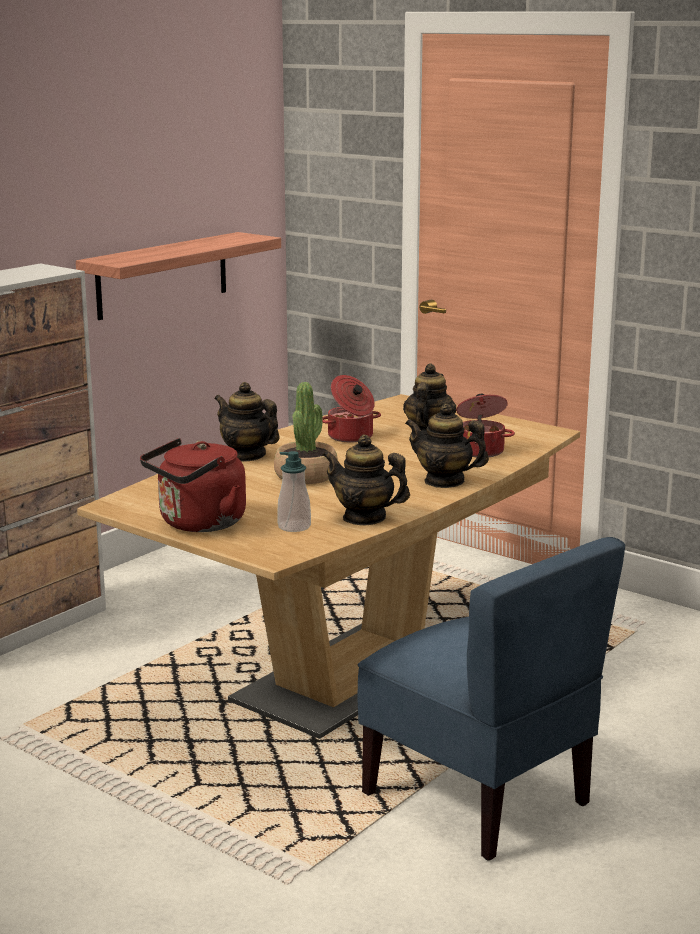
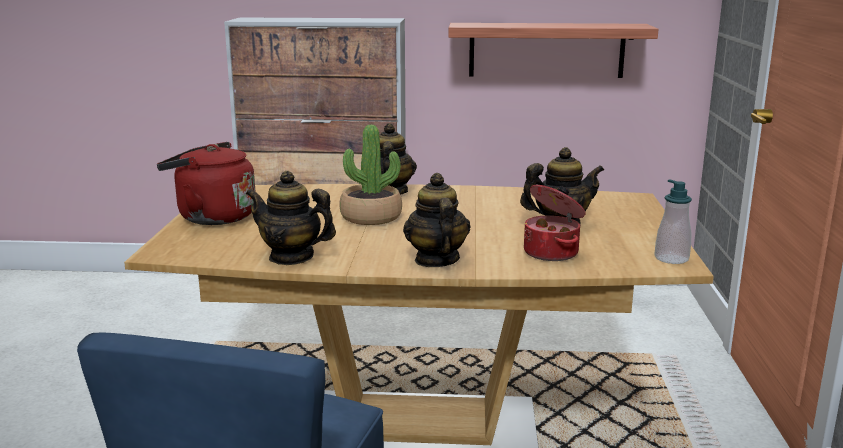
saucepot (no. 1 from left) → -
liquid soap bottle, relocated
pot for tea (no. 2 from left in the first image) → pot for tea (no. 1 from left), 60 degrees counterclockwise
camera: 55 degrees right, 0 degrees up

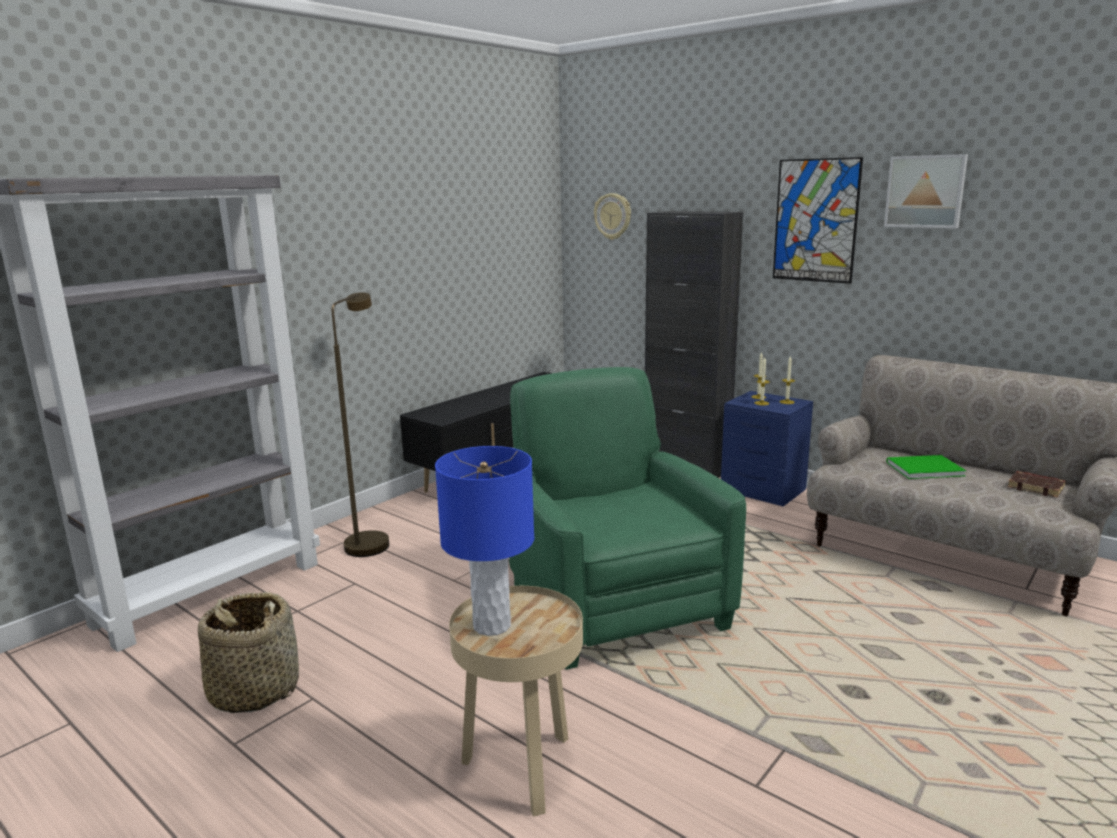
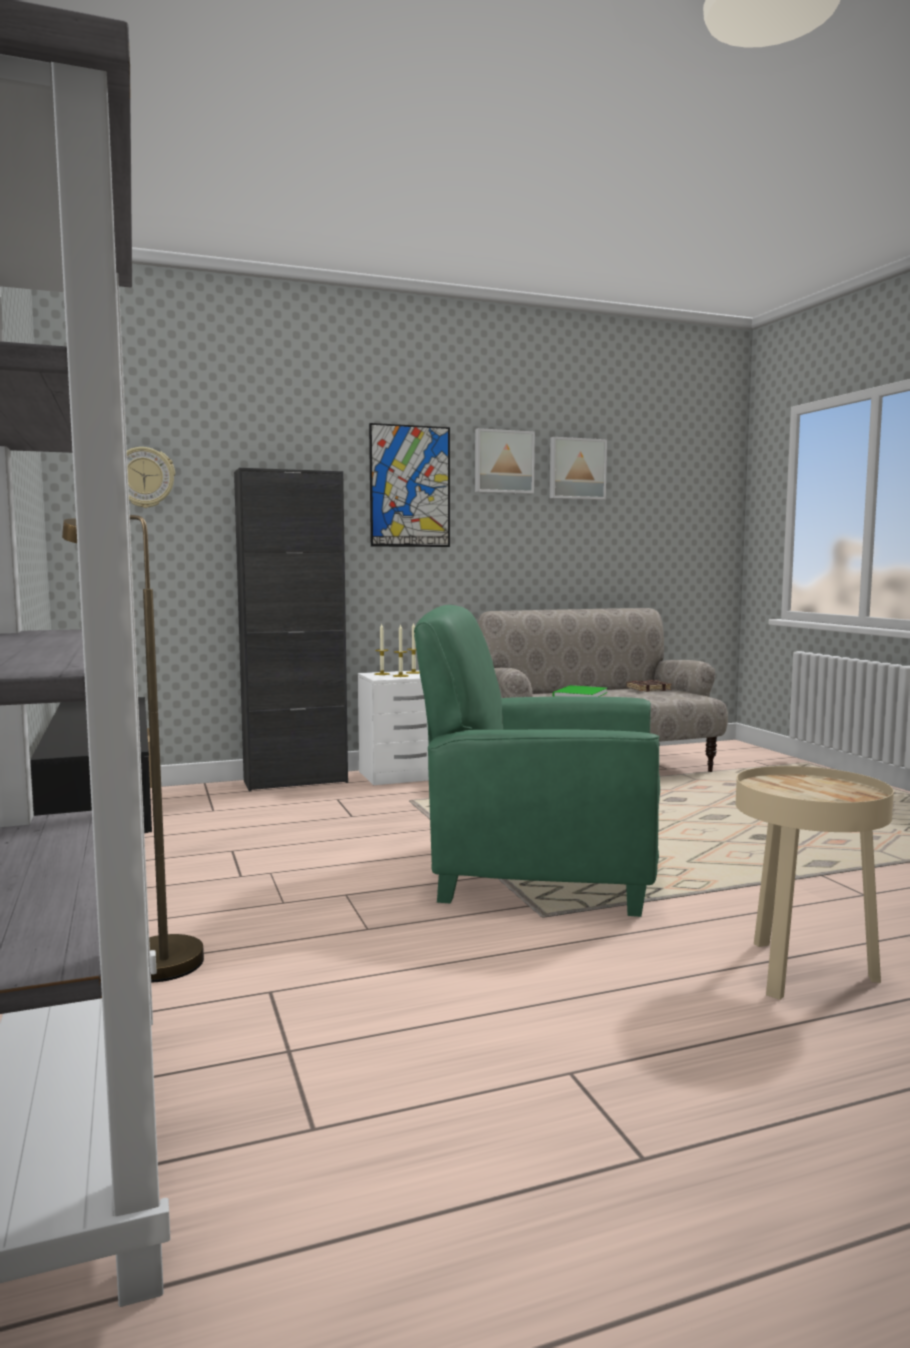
basket → -
bluish table lamp → -
- → picture (no. 3 from left)
bluish bedside table → white bedside table
camera: 60 degrees left, 10 degrees down

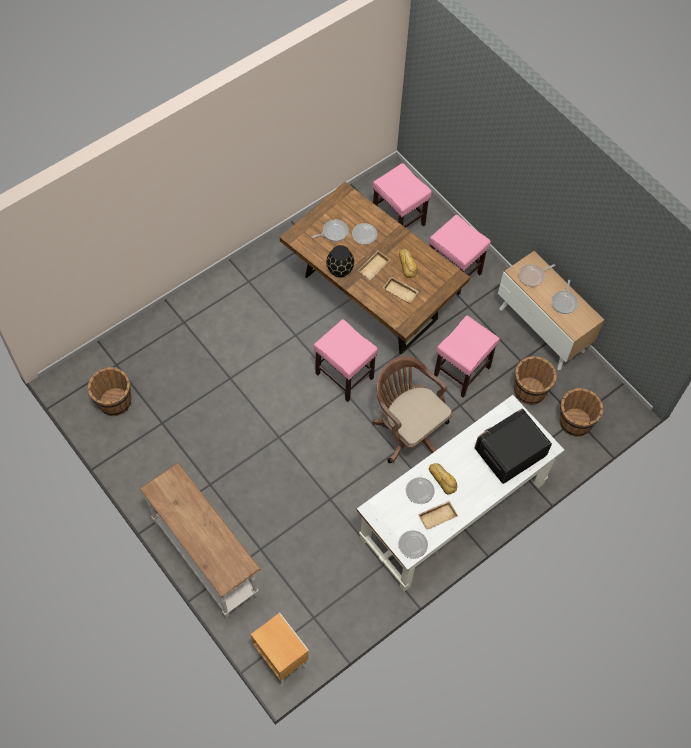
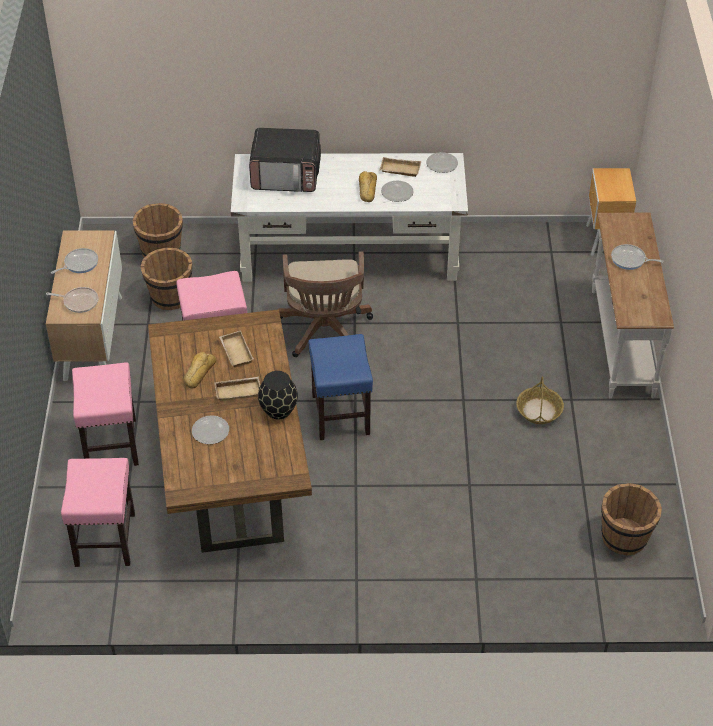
- → basket
frying pan (no. 1 from left in the first image) → frying pan (no. 3 from left), relocated
pink stool seat (no. 1 from left) → bluish stool seat
camera: 140 degrees left, 15 degrees down

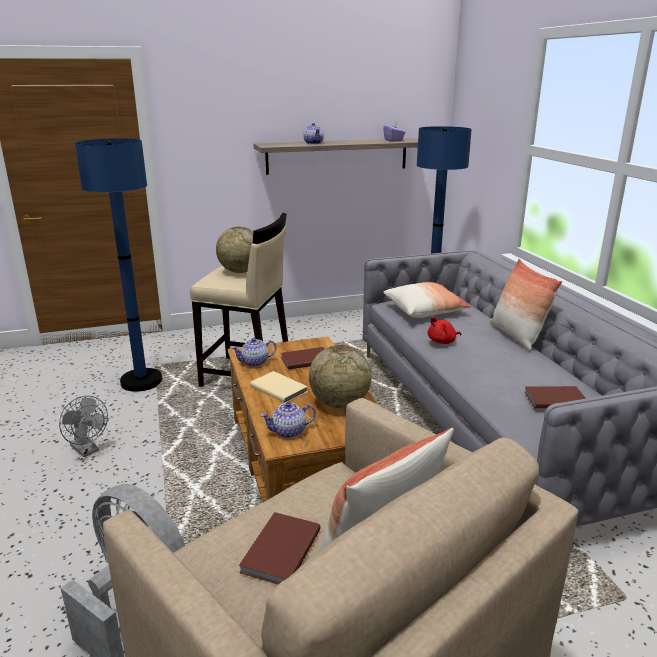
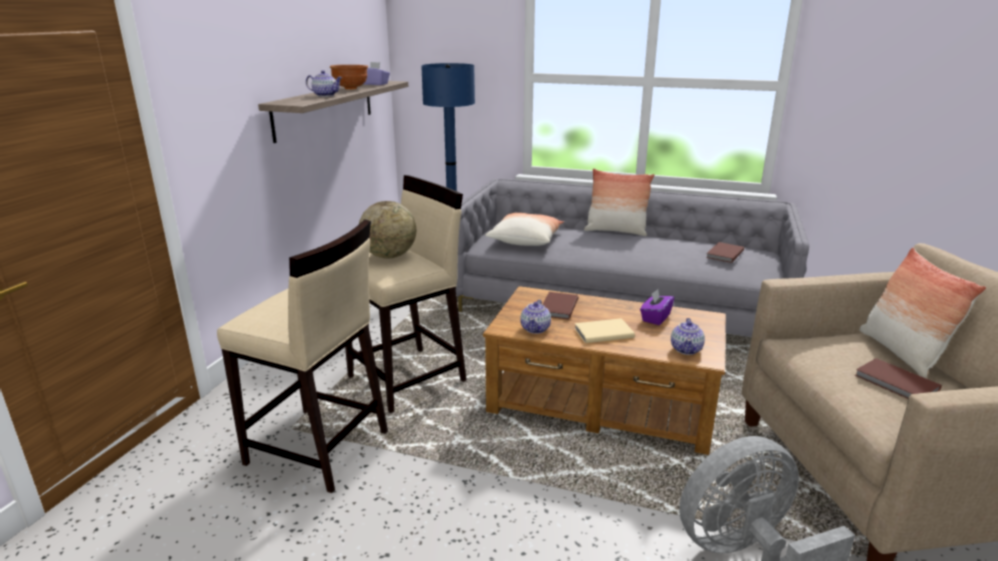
gray cooling fan (no. 1 from left) → -
red plush toy → -
- → brown bowl
bluish standing lamp (no. 1 from left) → sand-coloured stool seat (no. 1 from left)
desk globe (no. 2 from left) → purple-coloured tissue holder (no. 2 from left)
camera: 55 degrees left, 0 degrees up

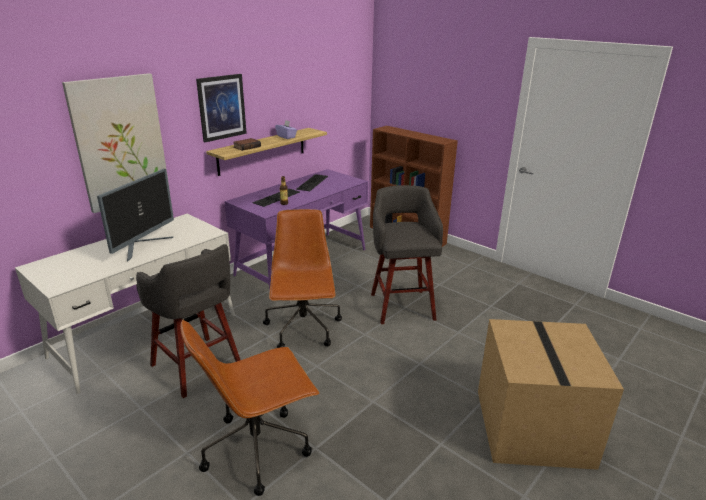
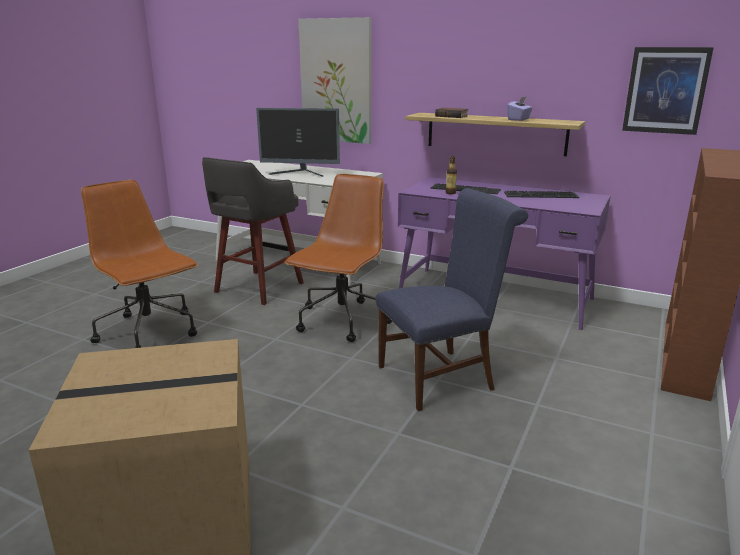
picture (no. 2 from left), relocated
gray stool seat (no. 2 from left) → bluish chair
brown office chair (no. 2 from left), 45 degrees counterclockwise
camera: 75 degrees right, 5 degrees down

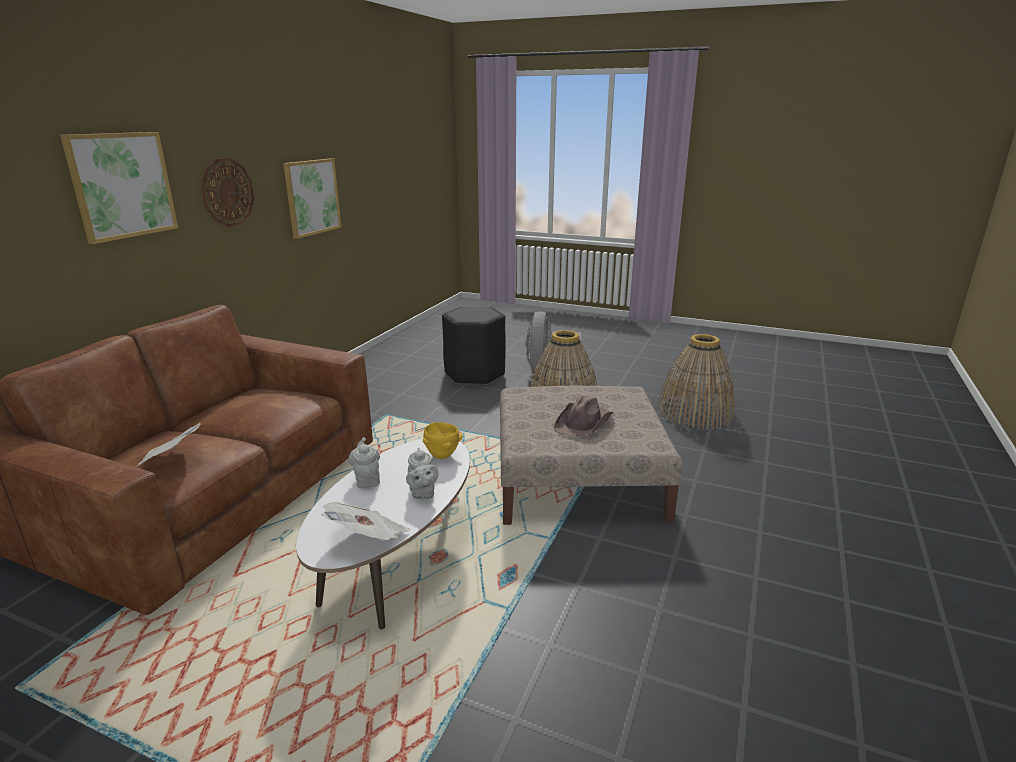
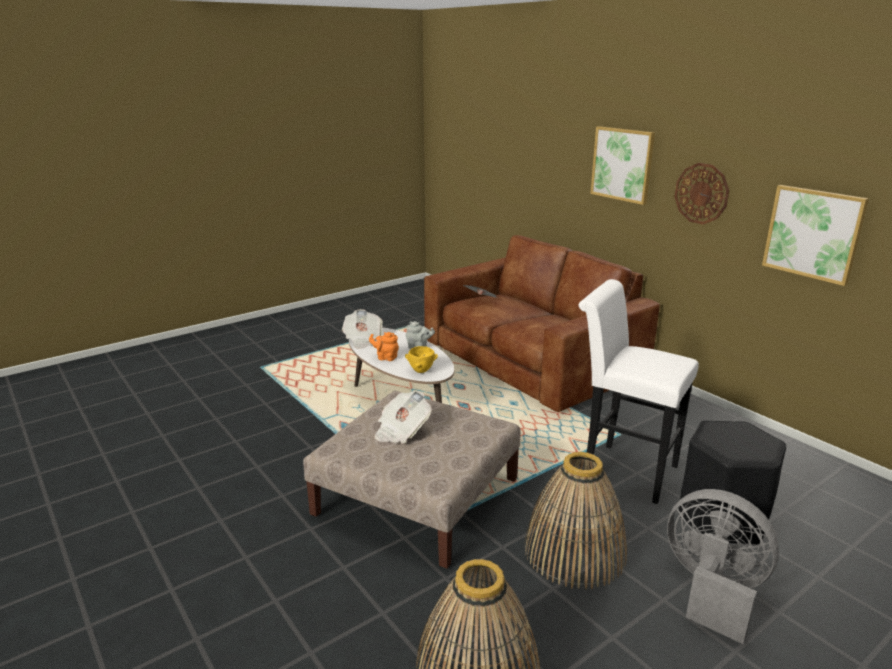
- → white stool seat
brown clothing hat → daily paper (no. 2 from left)
gray pot for tea (no. 2 from left) → orangey pot for tea
camera: 120 degrees right, 0 degrees up

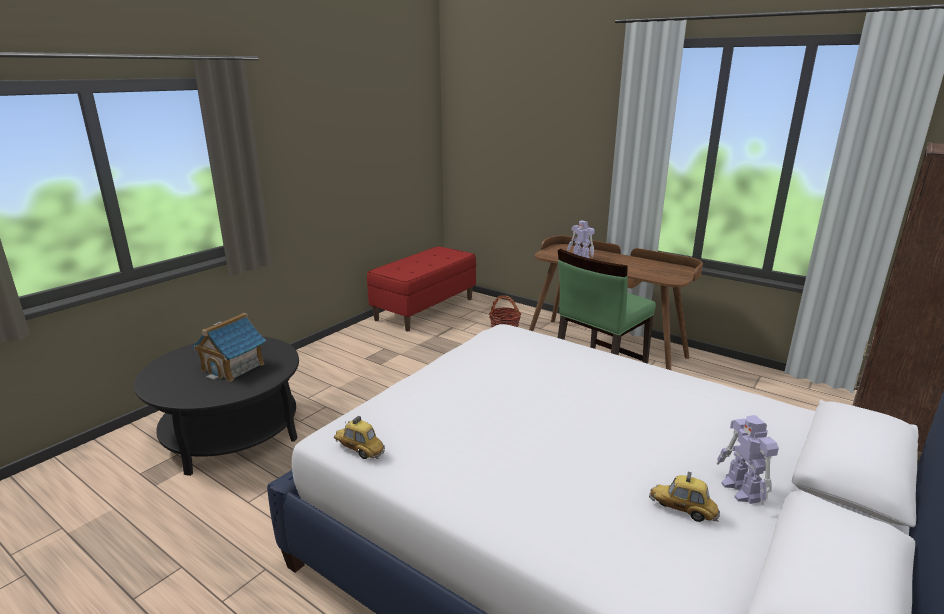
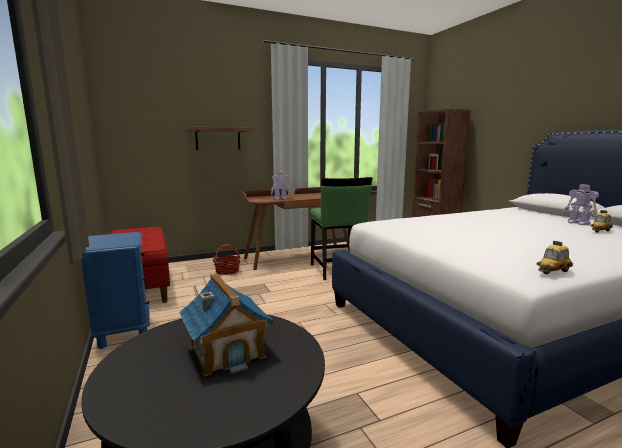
- → bluish bedside table
- → brown bracket shelf
model robot (no. 2 from left), 45 degrees clockwise
camera: 60 degrees left, 10 degrees down

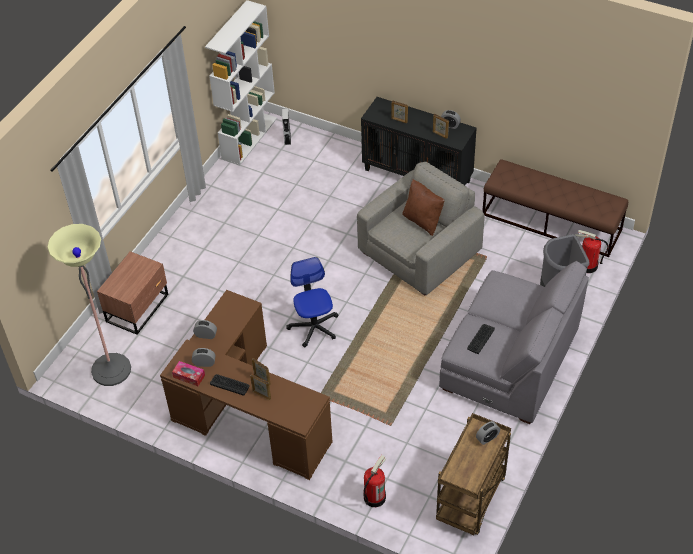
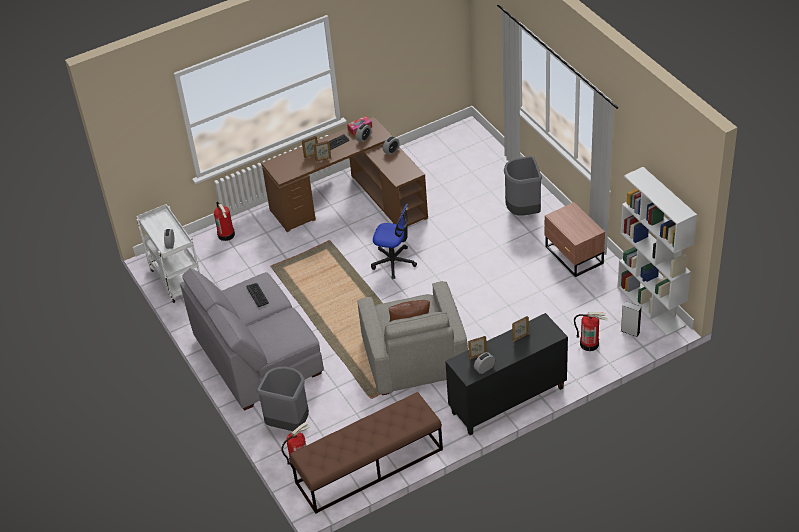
standing lamp → -
- → gray trash can (no. 2 from left)
- → fire extinguisher (no. 3 from left)
brown bedside table, relocated
brown cart → white cart
camera: 125 degrees right, 5 degrees down

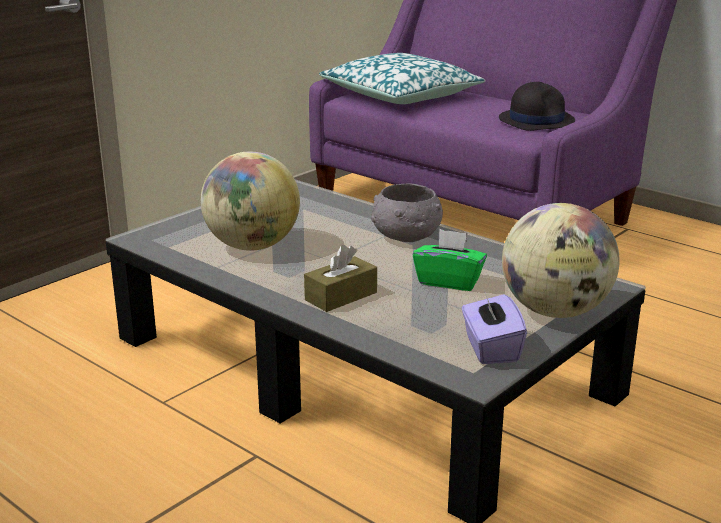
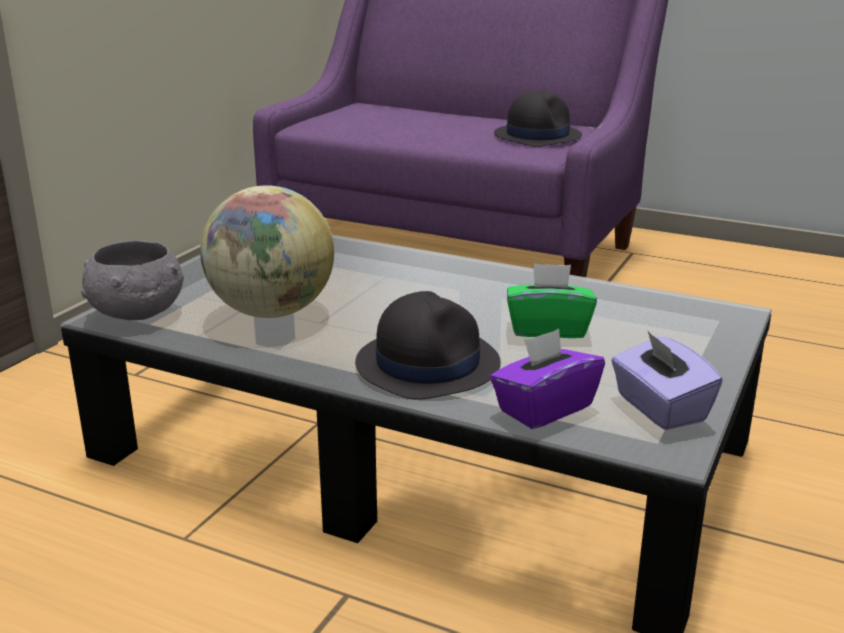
throw pillow → -
desk globe (no. 2 from left) → -
- → purple-coloured tissue holder (no. 1 from left)
gray bowl, relocated
brown tissue holder → blackish clothing hat (no. 1 from left)
camera: 15 degrees left, 0 degrees up

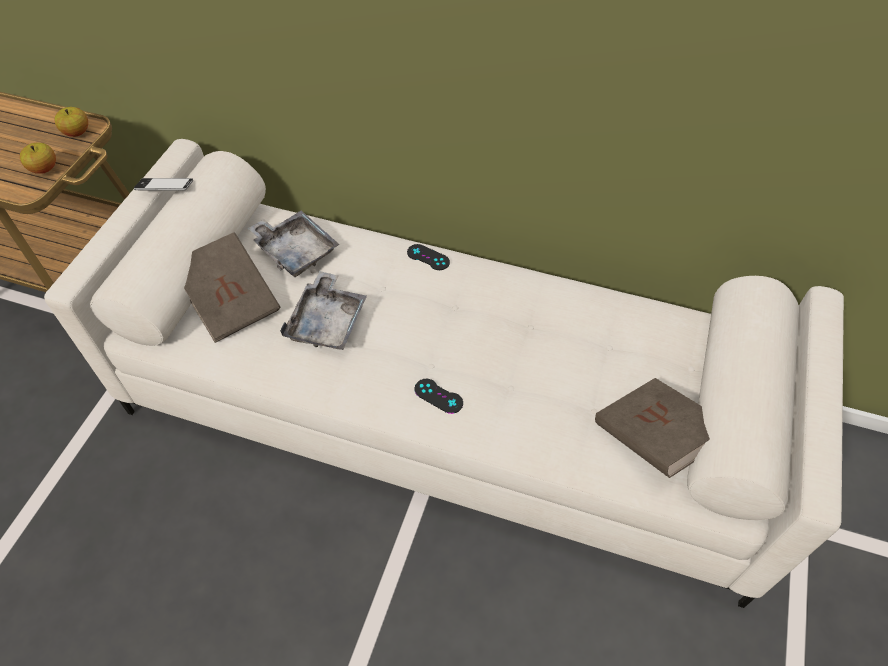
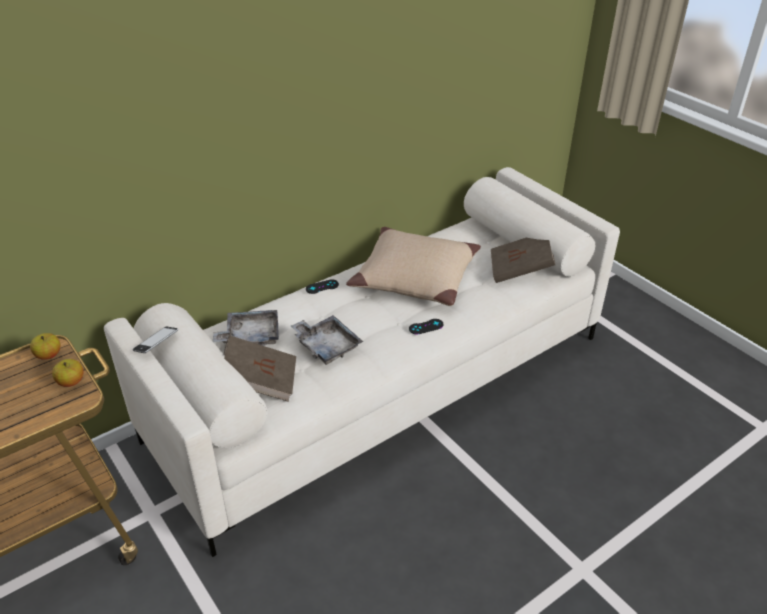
- → sand-coloured throw pillow
camera: 55 degrees left, 15 degrees down

